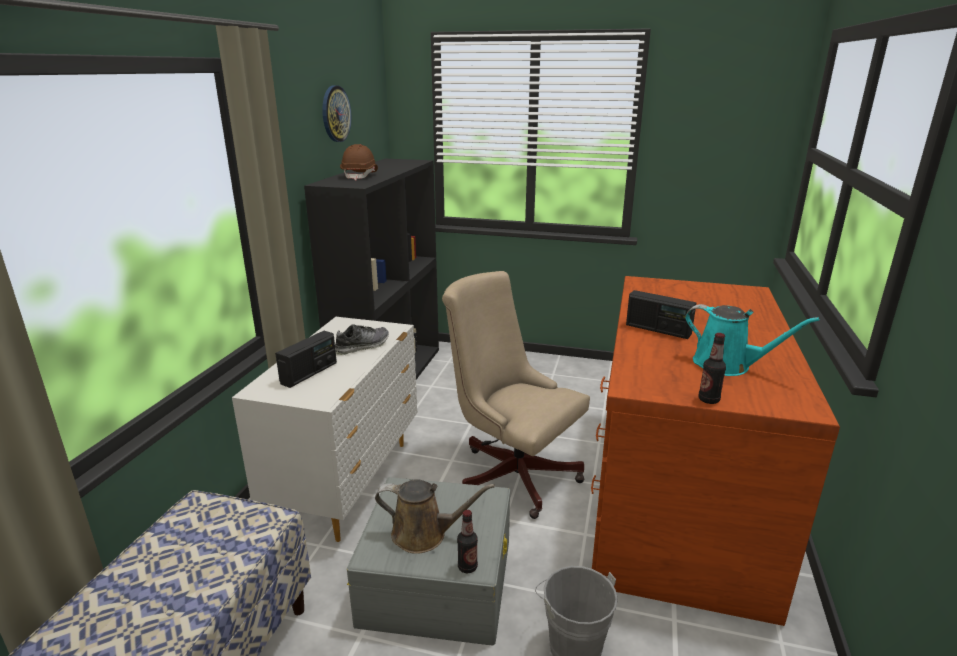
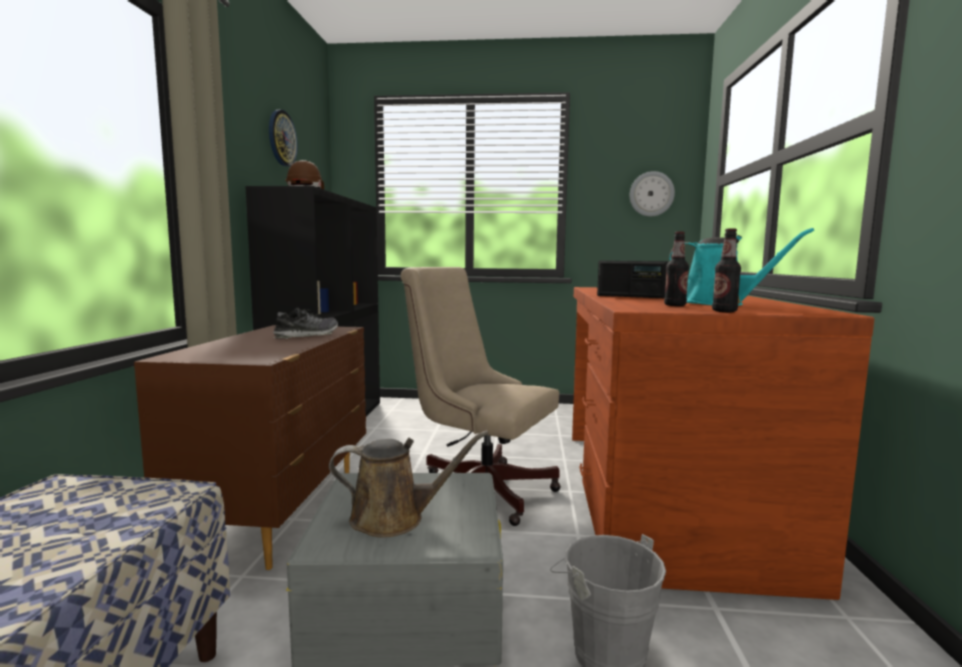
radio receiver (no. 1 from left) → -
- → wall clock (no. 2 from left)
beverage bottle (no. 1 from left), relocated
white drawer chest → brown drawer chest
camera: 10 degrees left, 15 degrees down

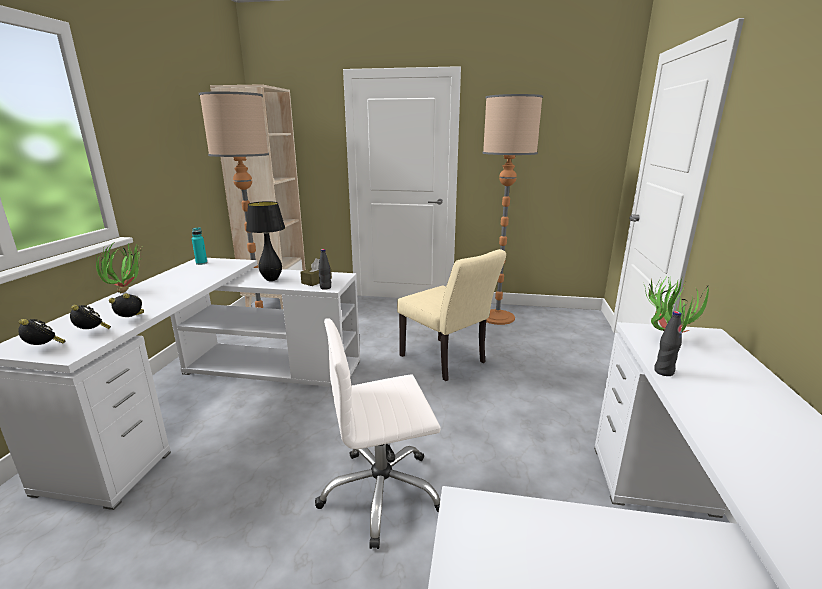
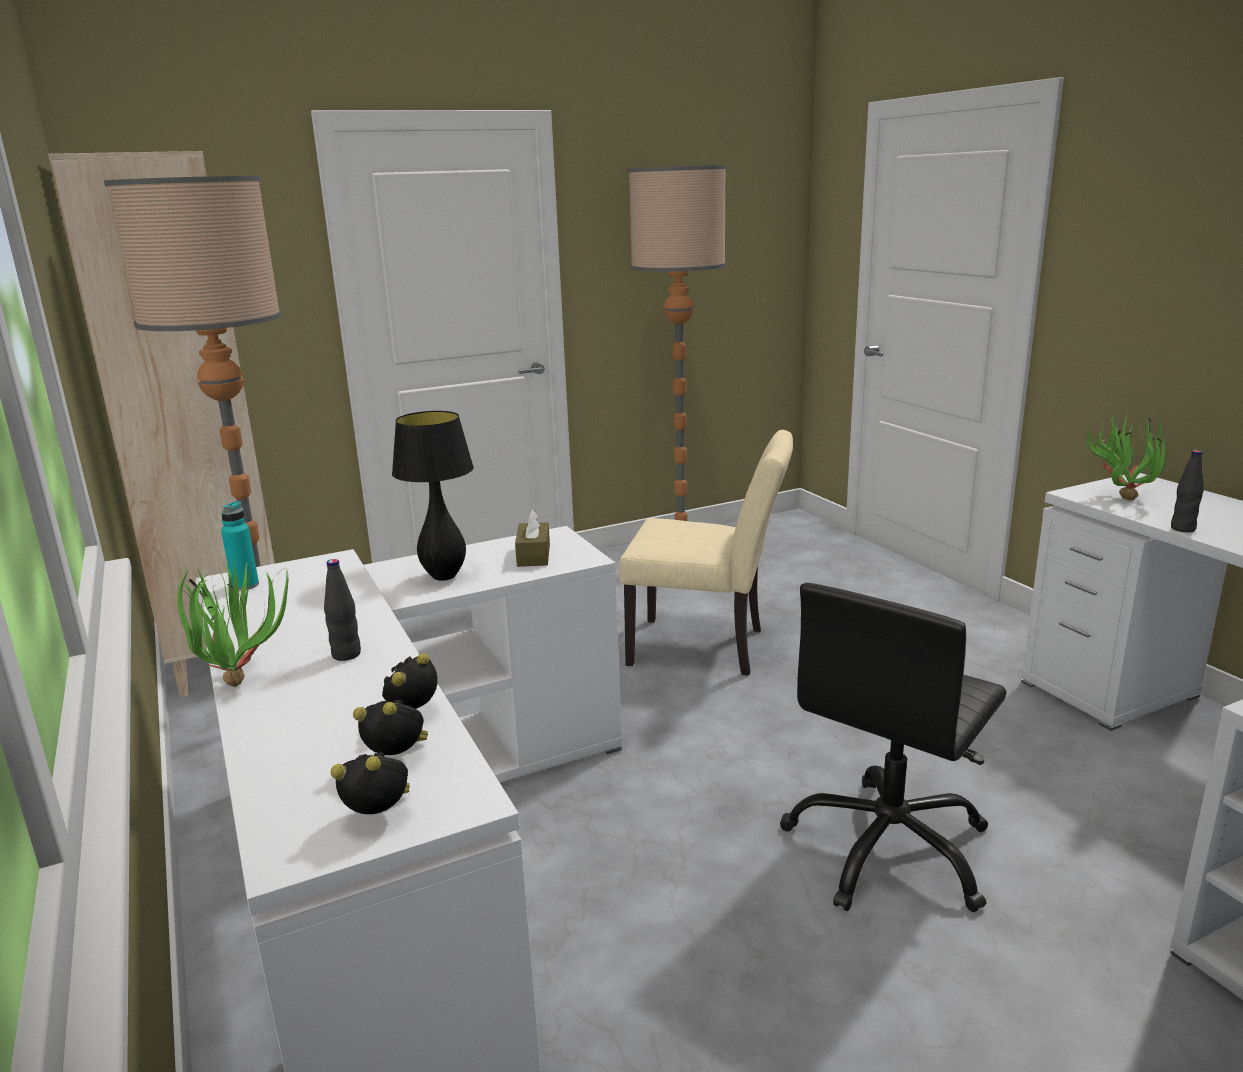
blackish beverage bottle (no. 1 from left), relocated
white office chair → blackish office chair
camera: 35 degrees left, 0 degrees up

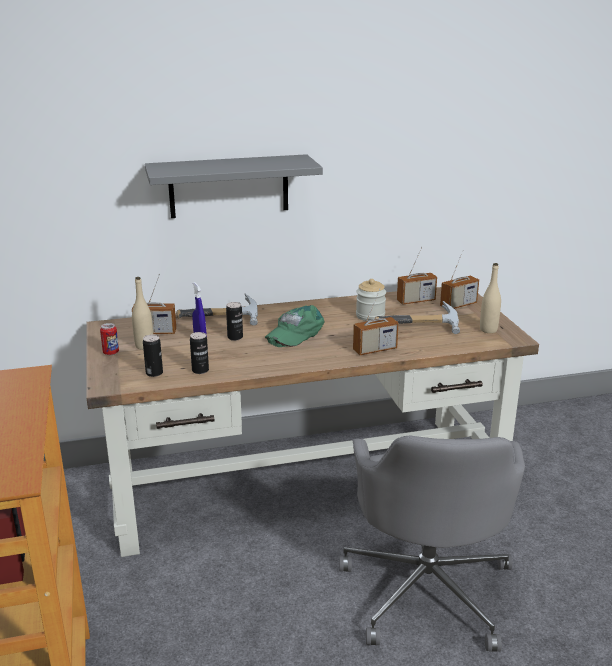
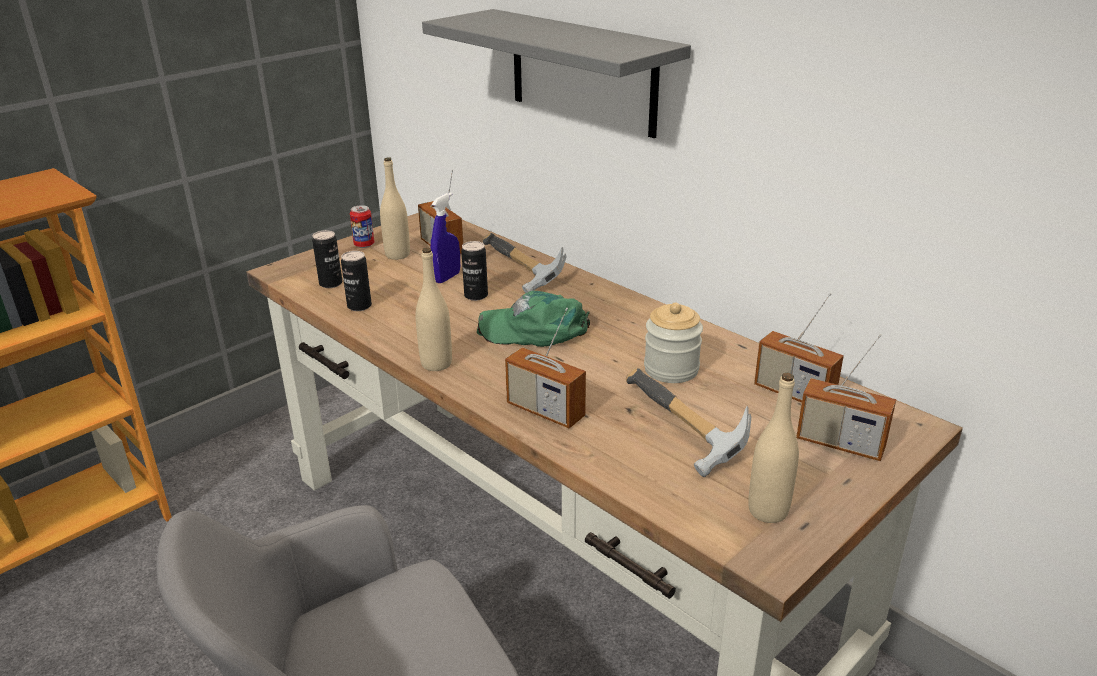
- → sand-coloured beverage bottle (no. 2 from left)
camera: 60 degrees right, 5 degrees up

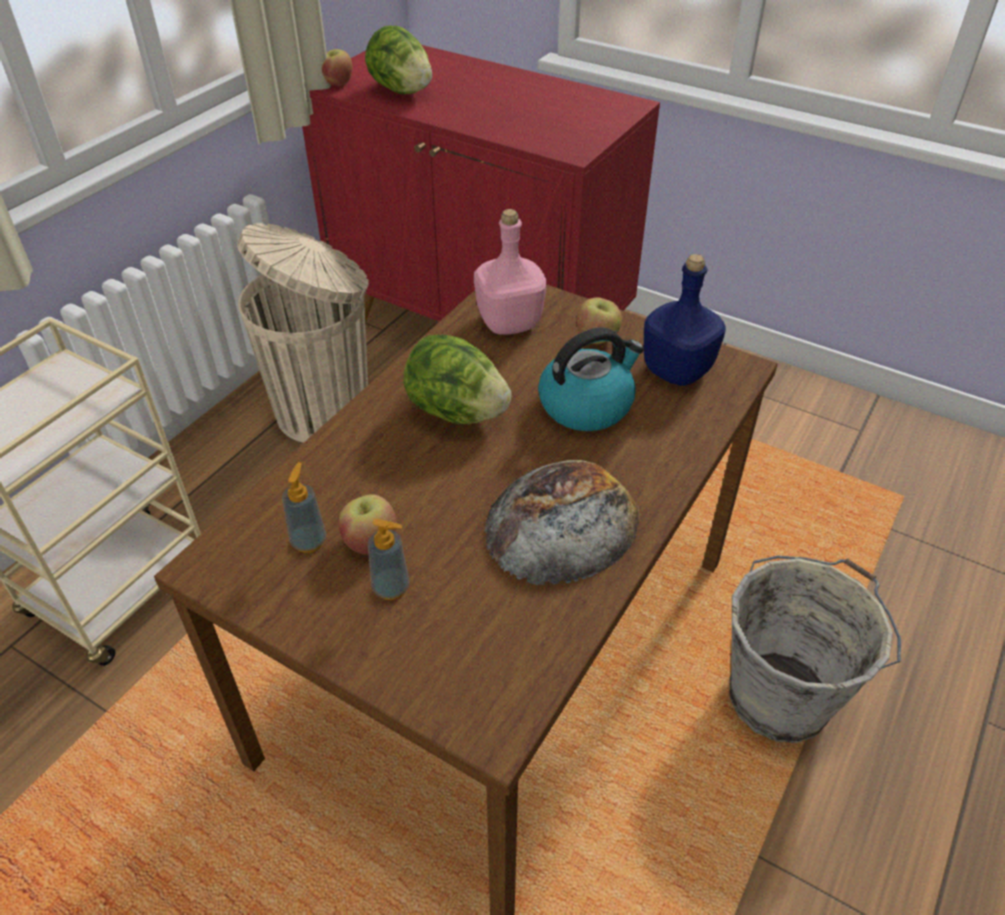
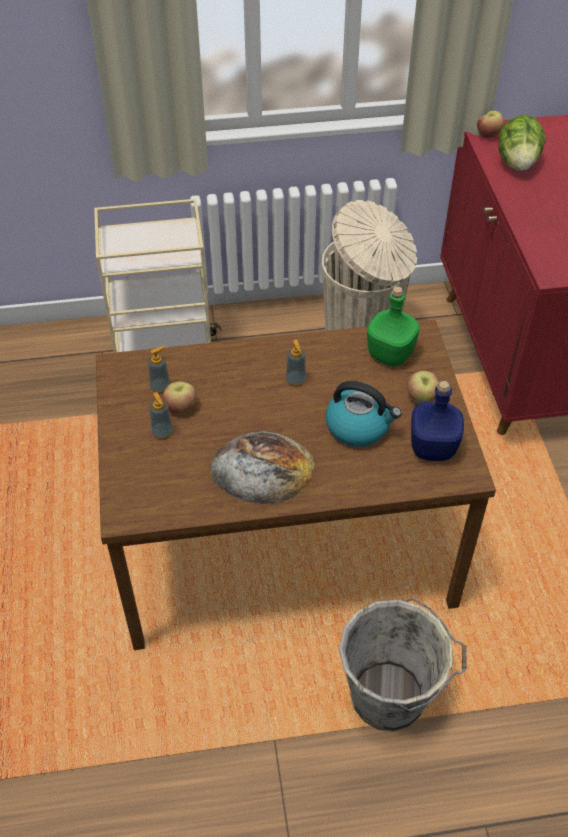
head of lettuce (no. 2 from left) → liquid soap bottle (no. 3 from left)
pink beverage bottle → greenish beverage bottle
camera: 50 degrees right, 5 degrees up

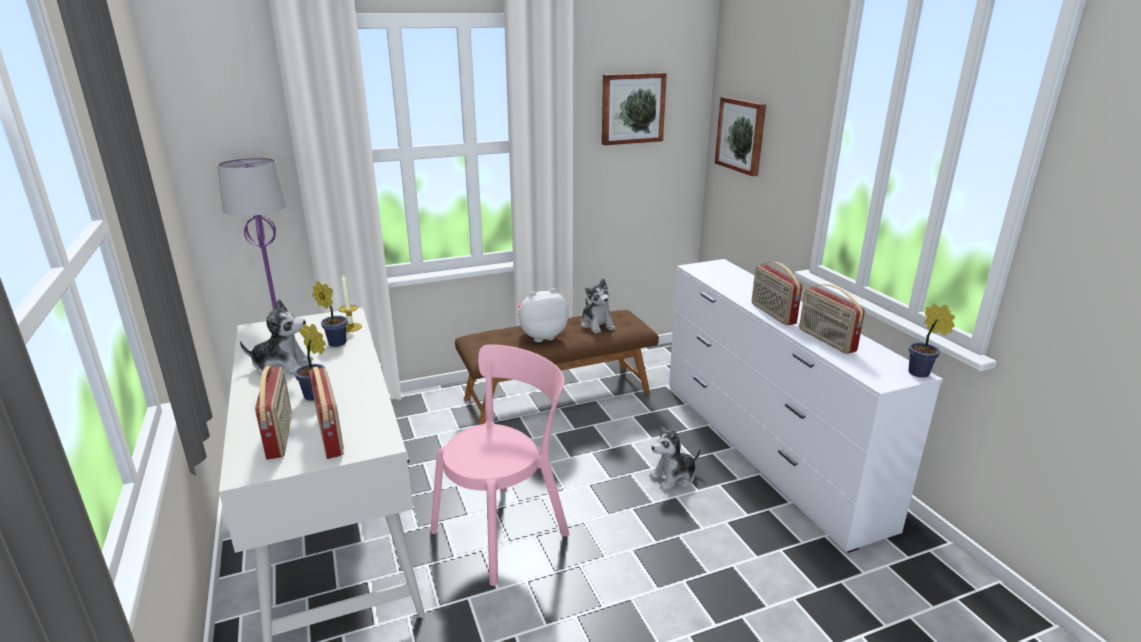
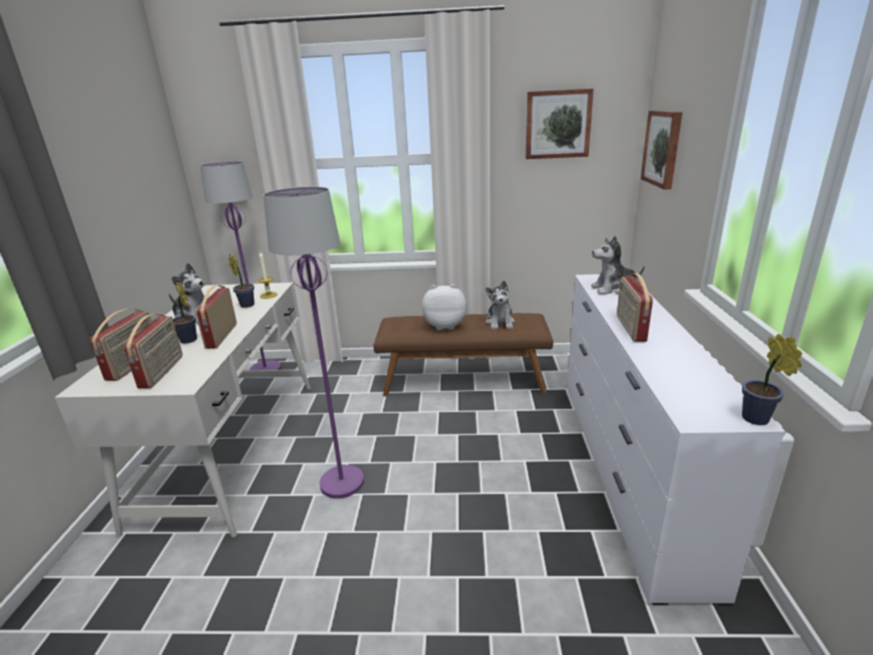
plush toy (no. 4 from left), relocated
radio receiver (no. 4 from left in the first image) → radio receiver (no. 3 from left), relocated
pink chair → purple-coloured standing lamp (no. 2 from left)
camera: 25 degrees right, 0 degrees up

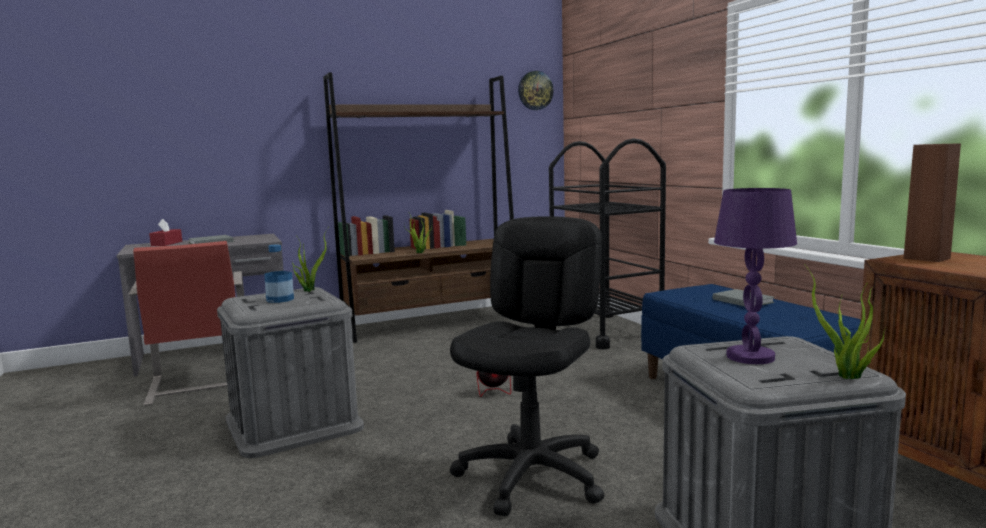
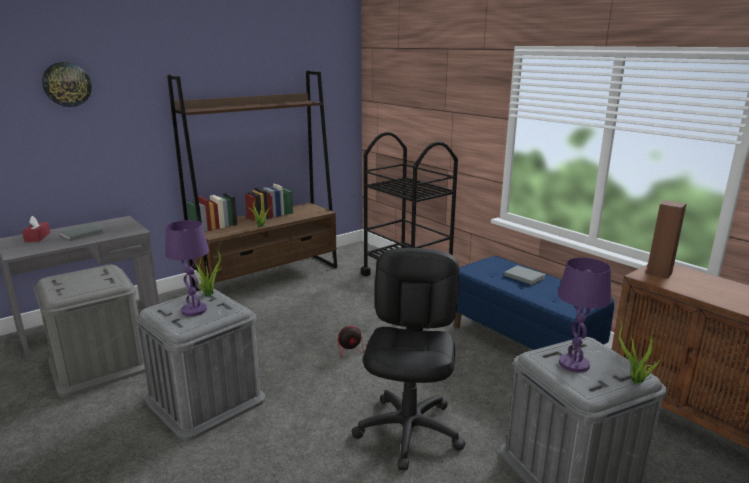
wall clock, relocated
red chair → gray storage container (no. 1 from left)
beverage bottle → purple-coloured table lamp (no. 1 from left)
camera: 15 degrees left, 10 degrees up

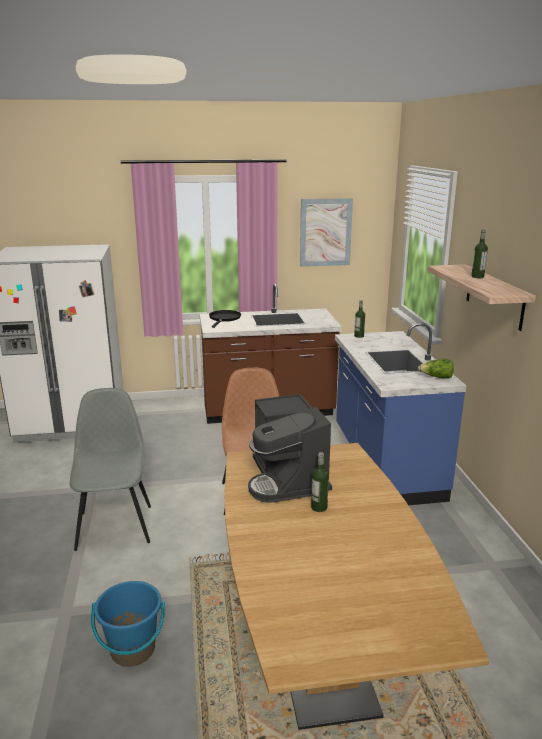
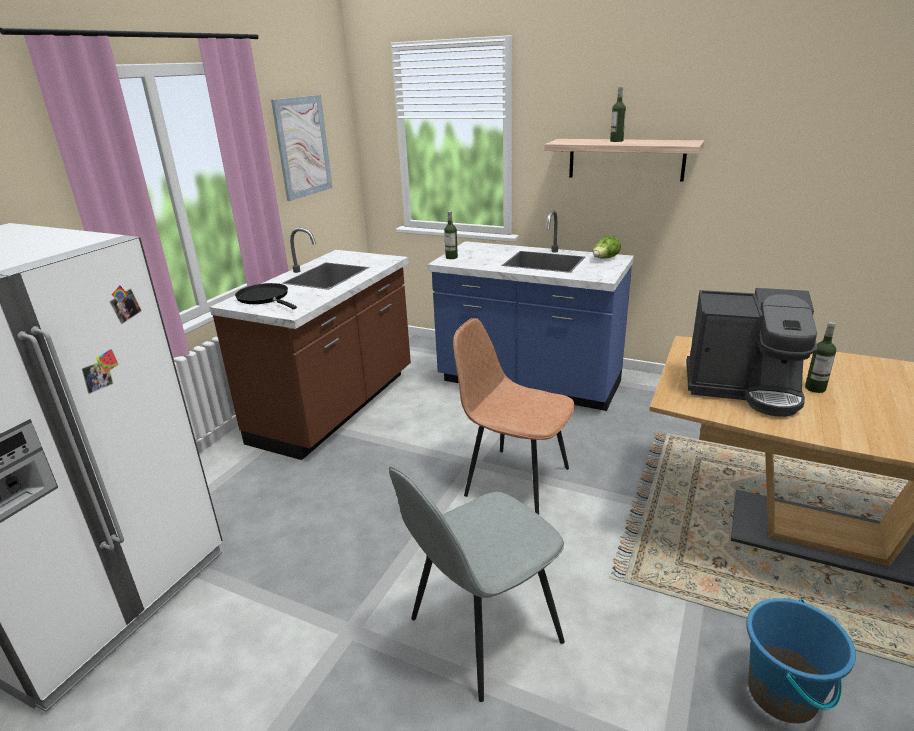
gray chair, 60 degrees counterclockwise
camera: 55 degrees left, 5 degrees up

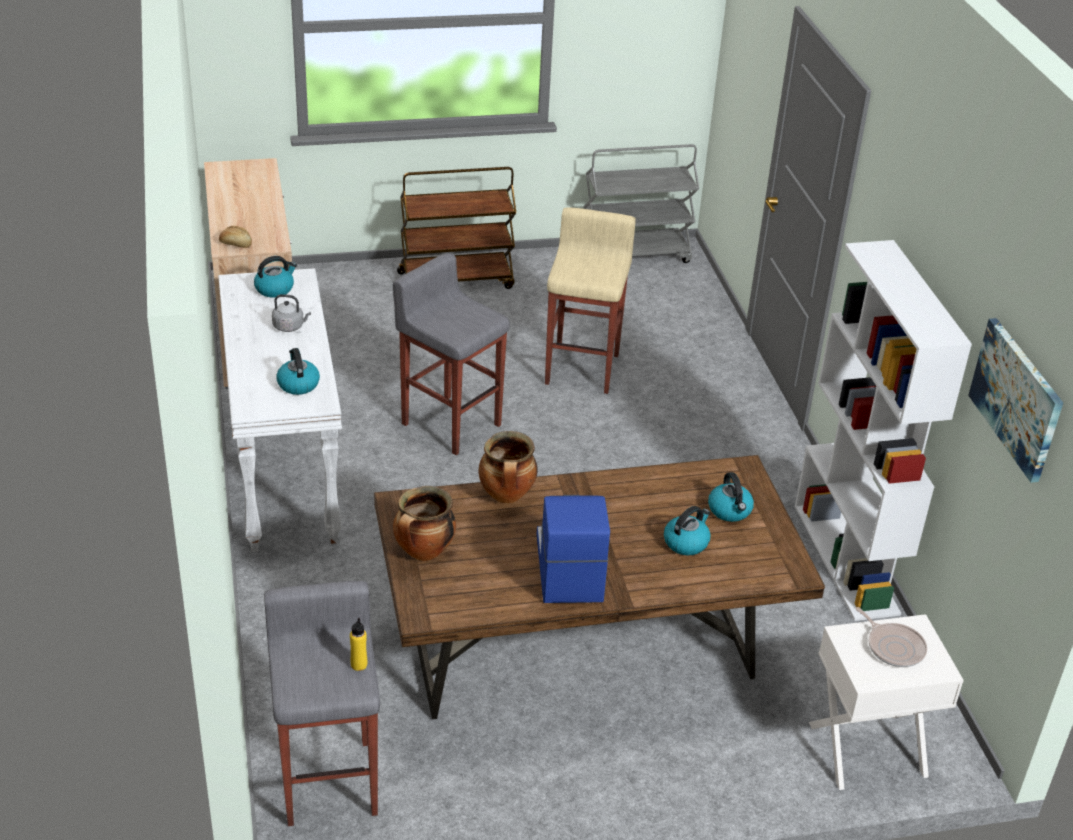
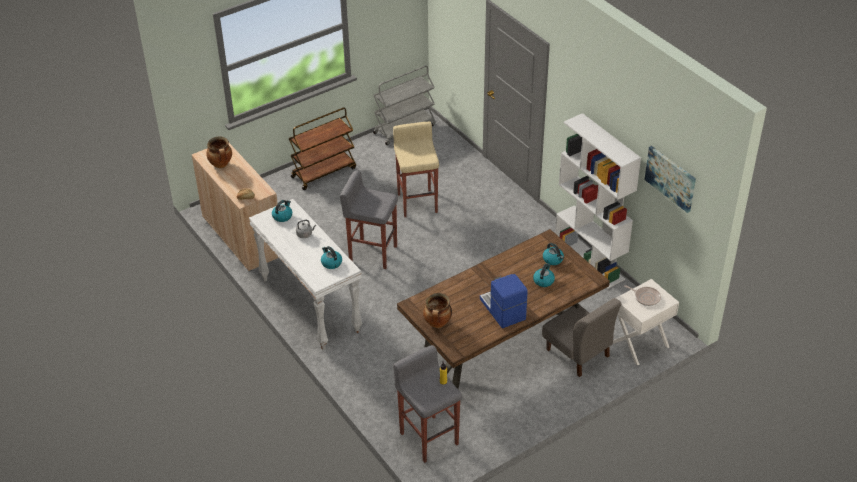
- → gray chair
saucepot (no. 2 from left in the first image) → saucepot (no. 1 from left), relocated
camera: 20 degrees left, 5 degrees up

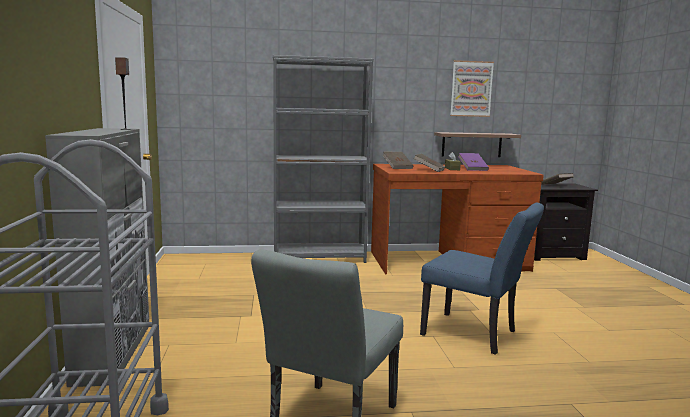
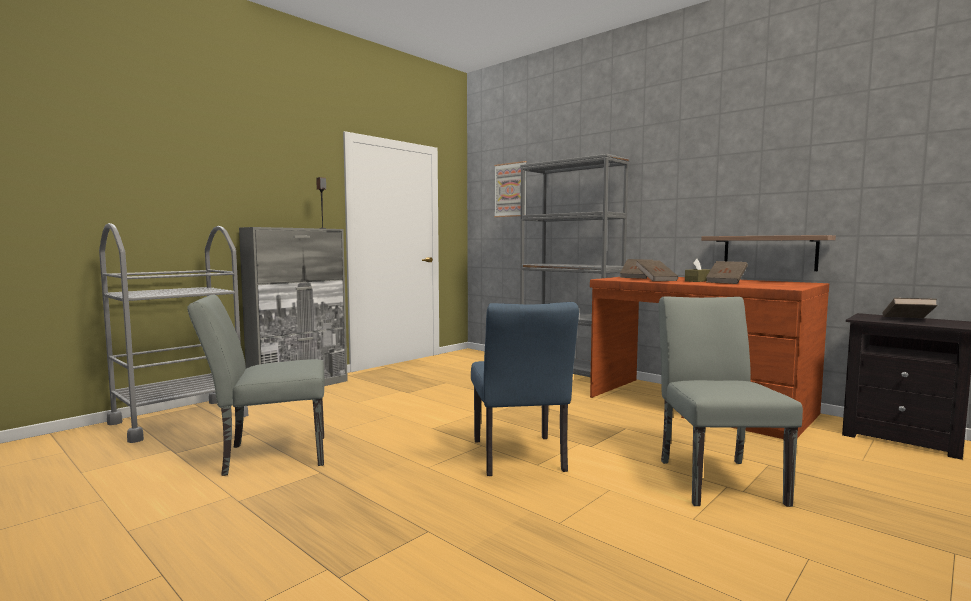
- → gray chair (no. 2 from left)
picture, relocated
purple-coloured volume → brown volume (no. 3 from left)
camera: 50 degrees right, 5 degrees down

